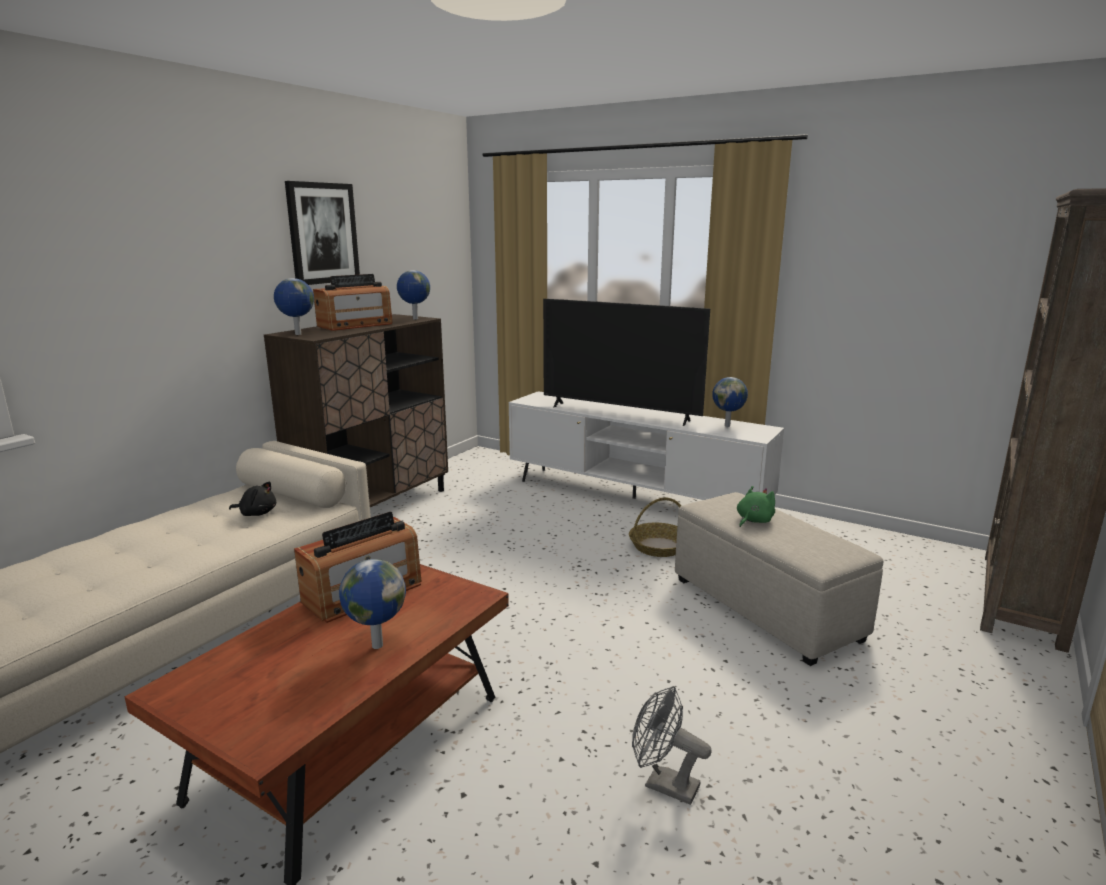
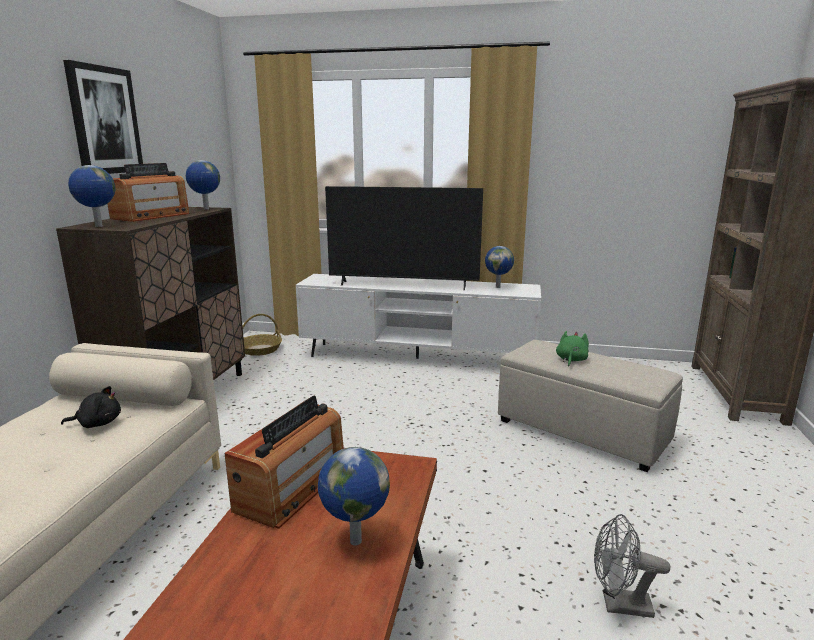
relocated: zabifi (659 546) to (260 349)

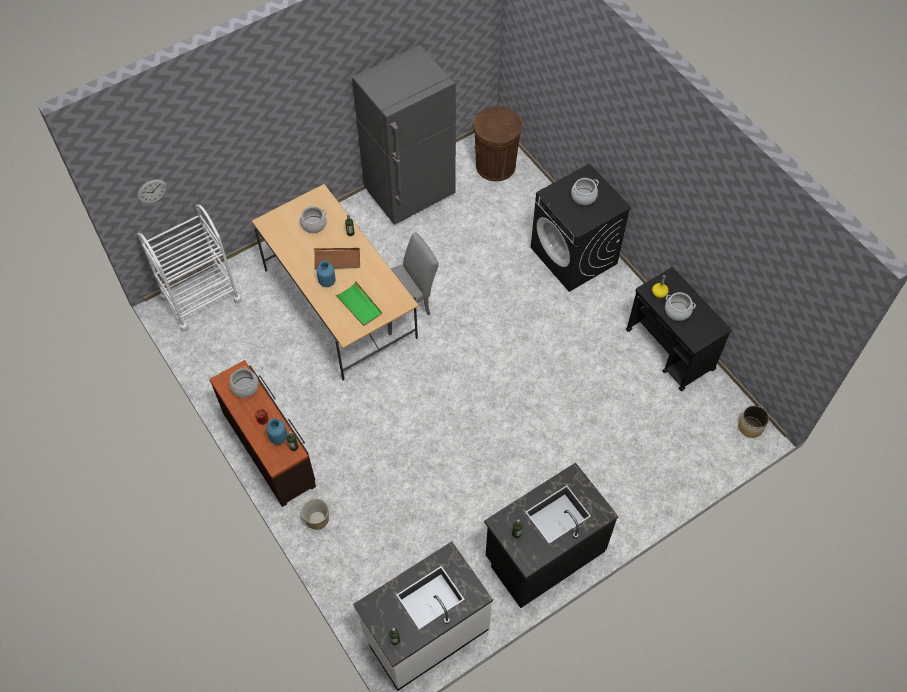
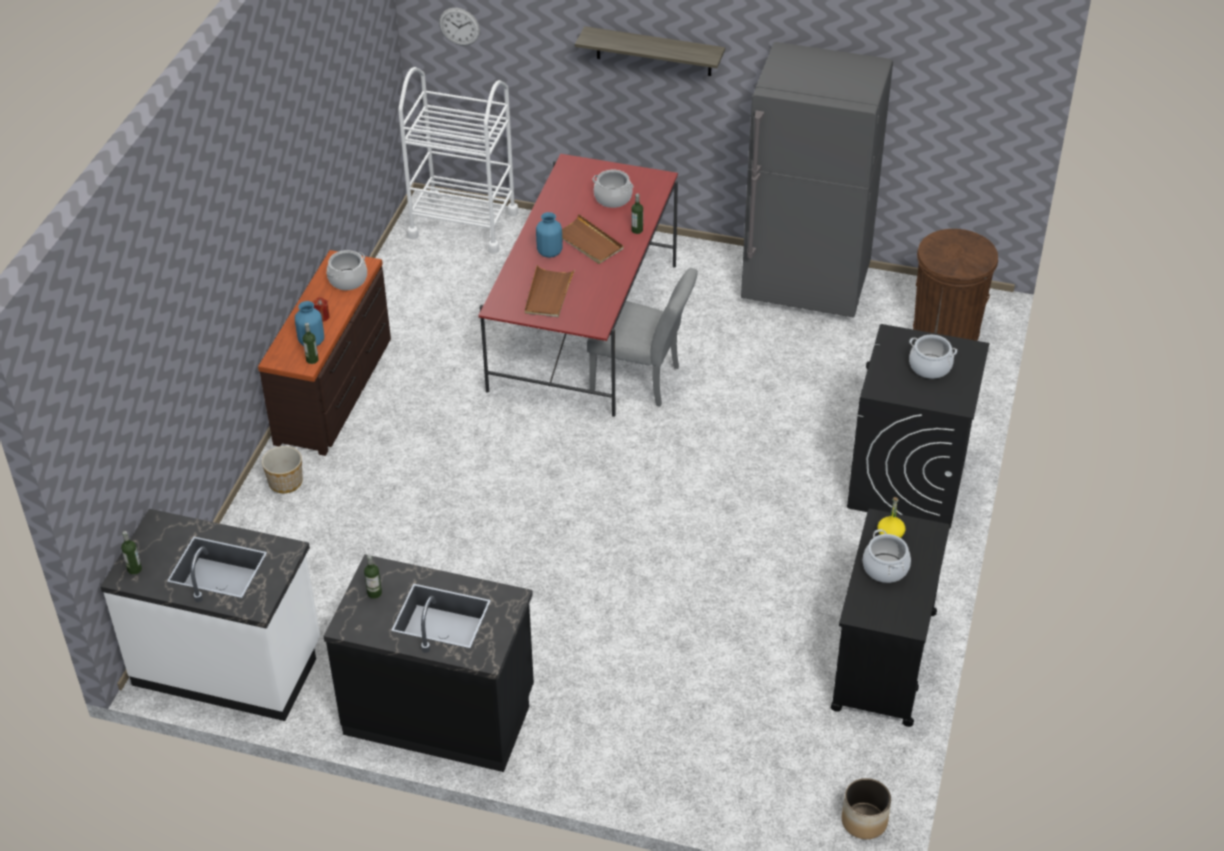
appeared: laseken (654 51)
colour: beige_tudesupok (340 303) to red_tudesupok (584 326); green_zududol (359 305) to brown_zududol (548 294)

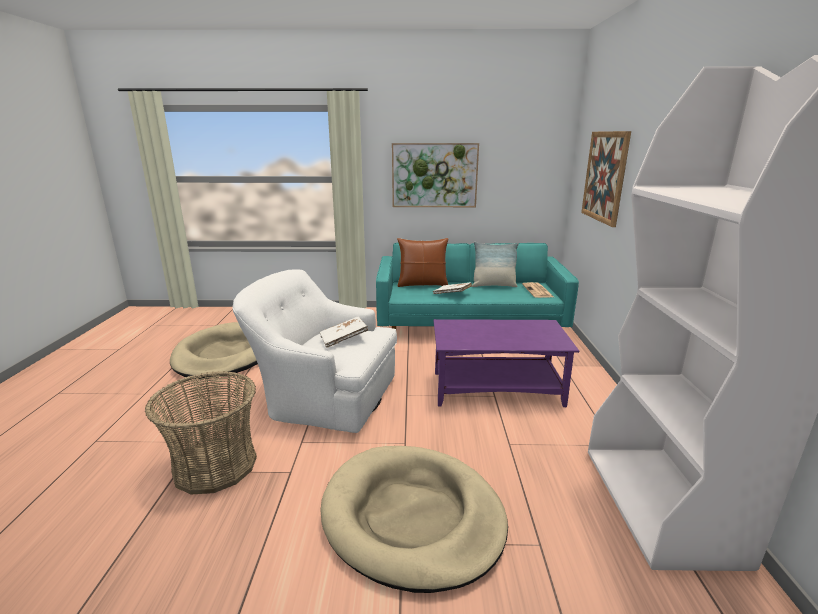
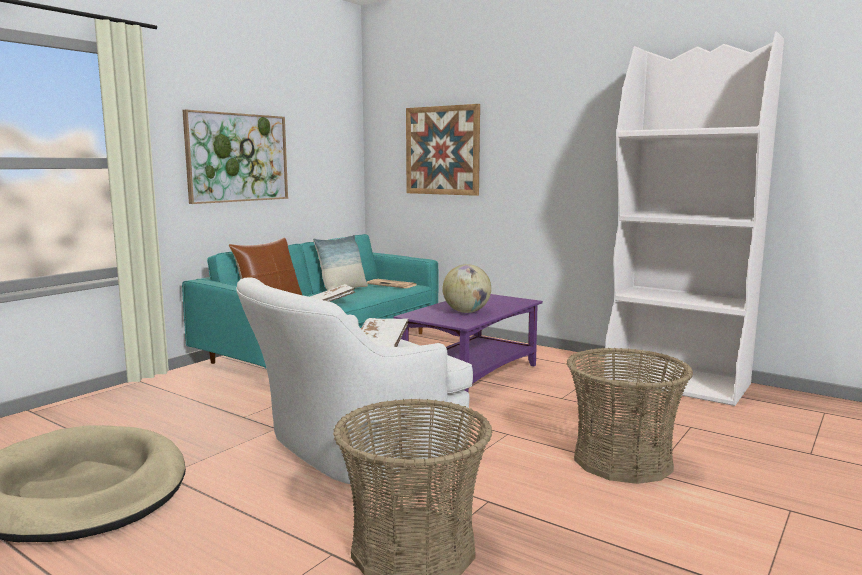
appeared: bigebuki (466 312)
exchanged: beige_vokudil (412 517) to zabifi (623 460)

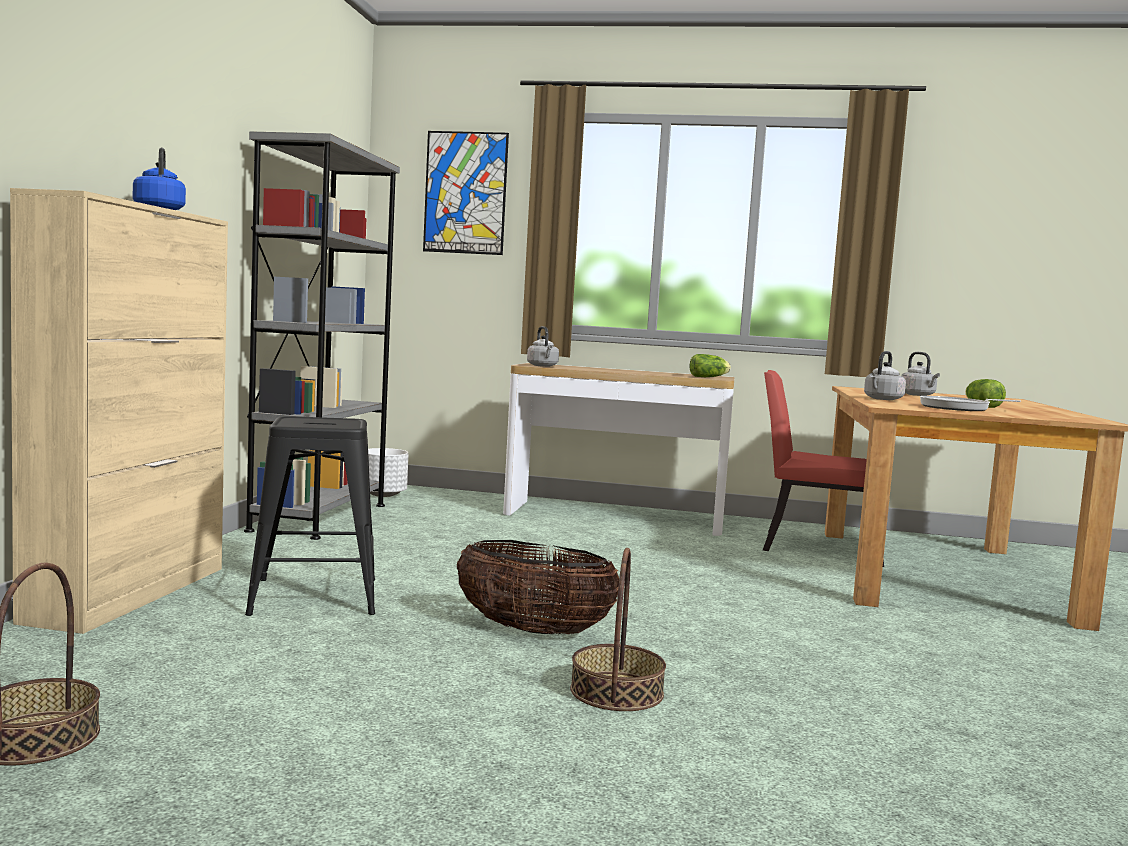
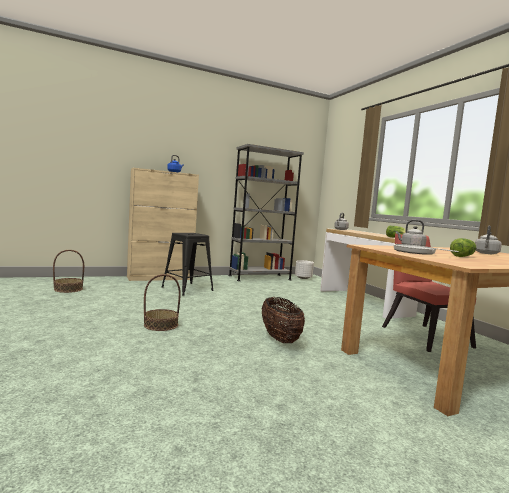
missing: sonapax (465 193)
relocated: zabifi (533 630) to (280 338)

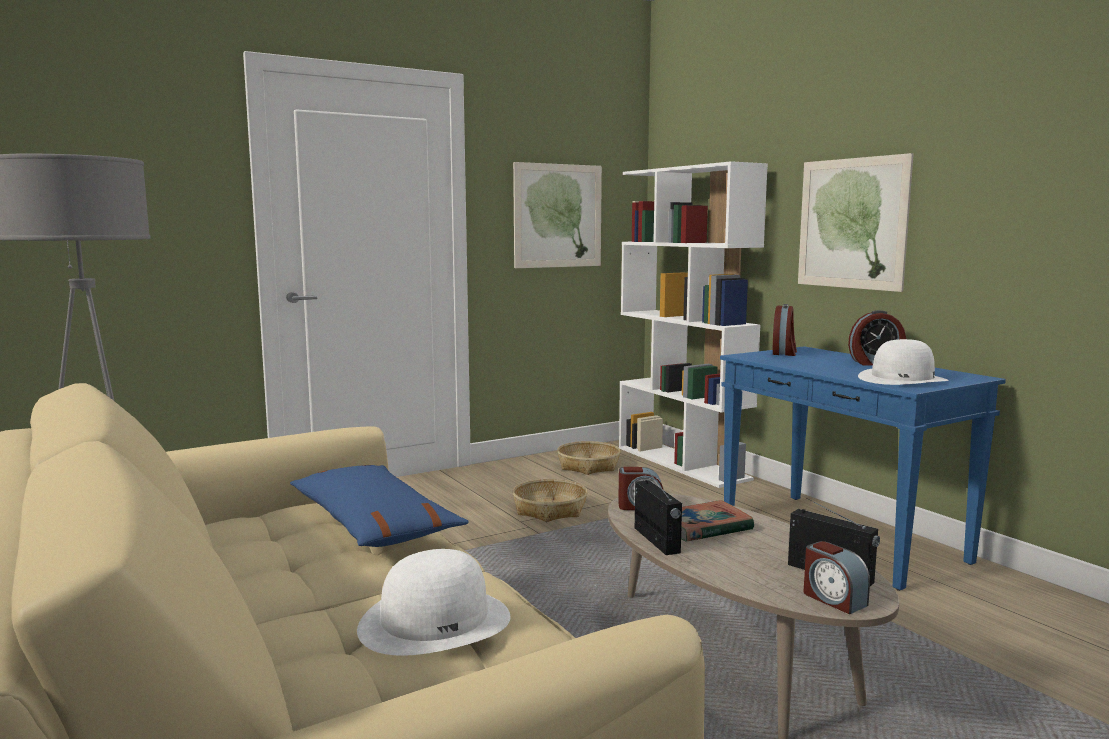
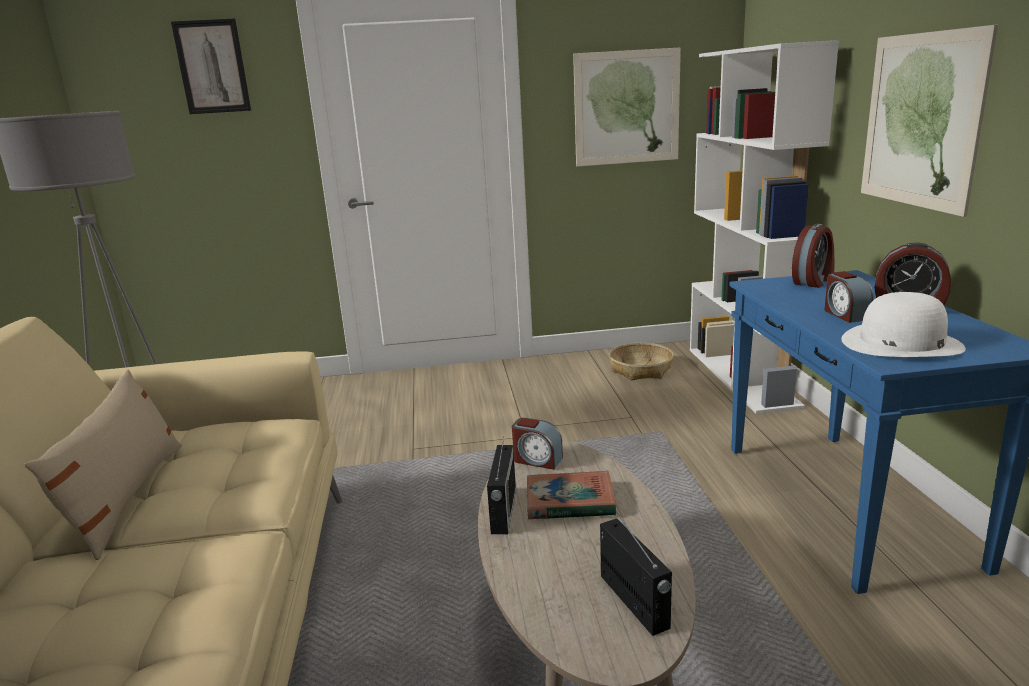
missing: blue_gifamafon (373 524); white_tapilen (435 621); zabifi (550 510)
appeared: beige_gifamafon (126 497); sonapax (212 67)
relocated: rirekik (833 599) to (845 314)

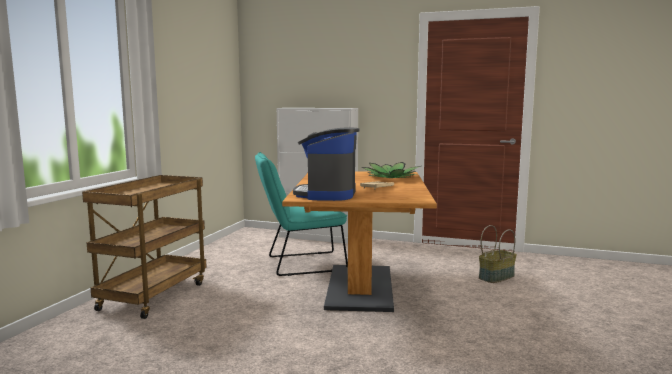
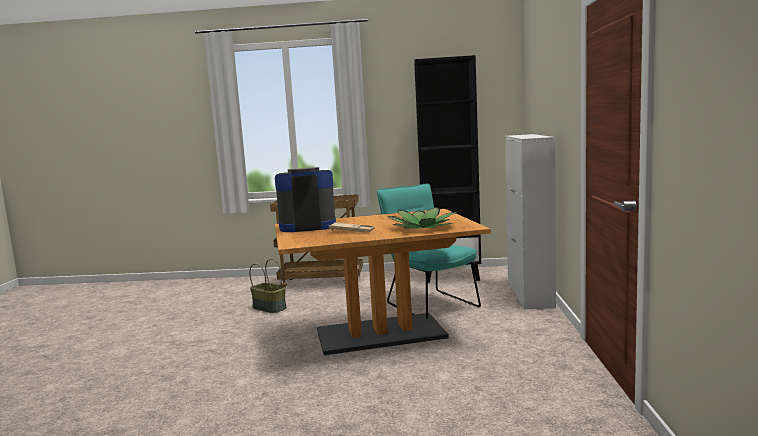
appeared: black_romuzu (452 275)
relocated: zabifi (496 277) to (270 308)

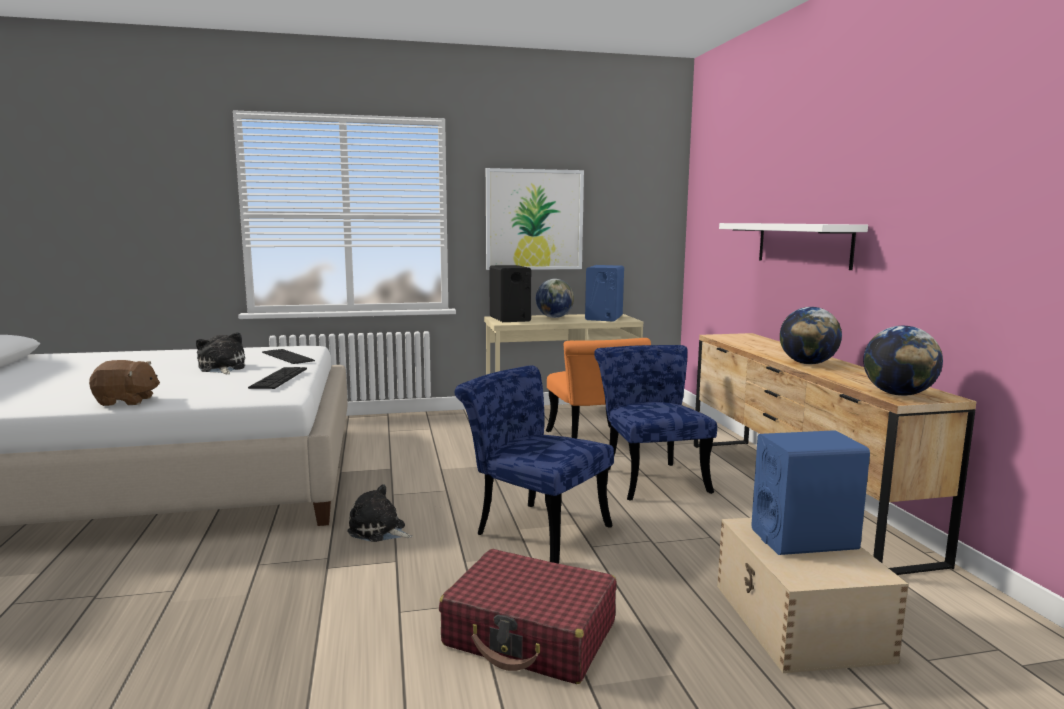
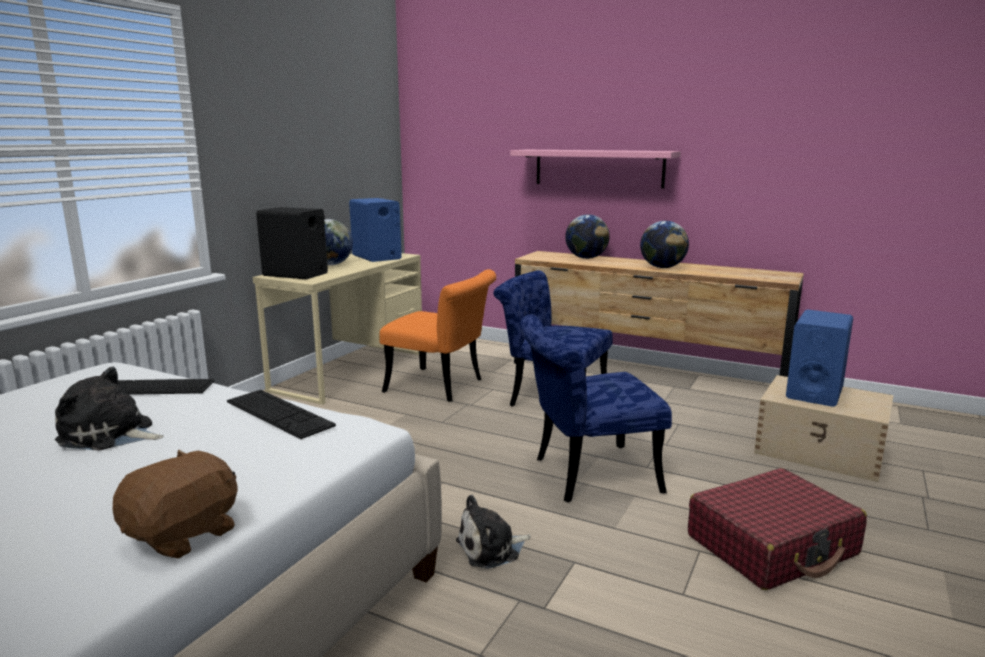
missing: sonapax (534 220)
relocated: bigebuki (898 394) to (586 258)
colour: white_laseken (803 244) to pink_laseken (598 168)

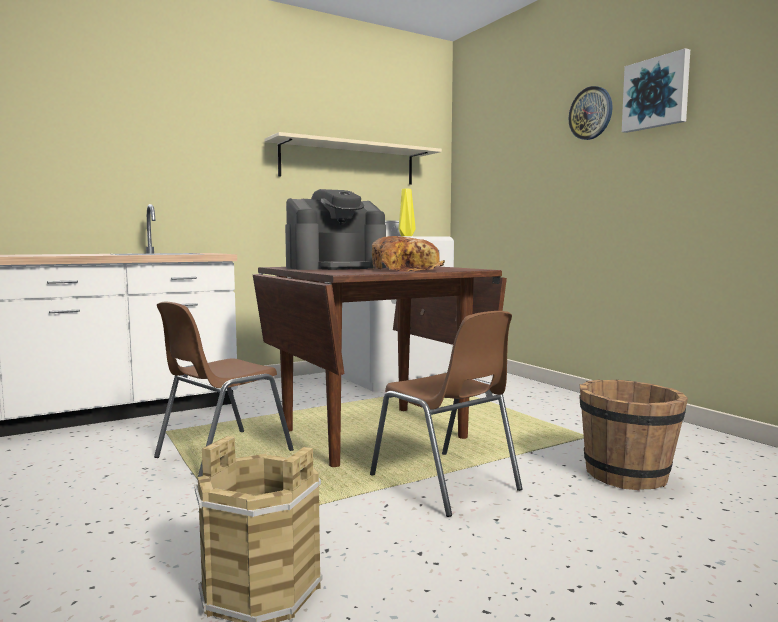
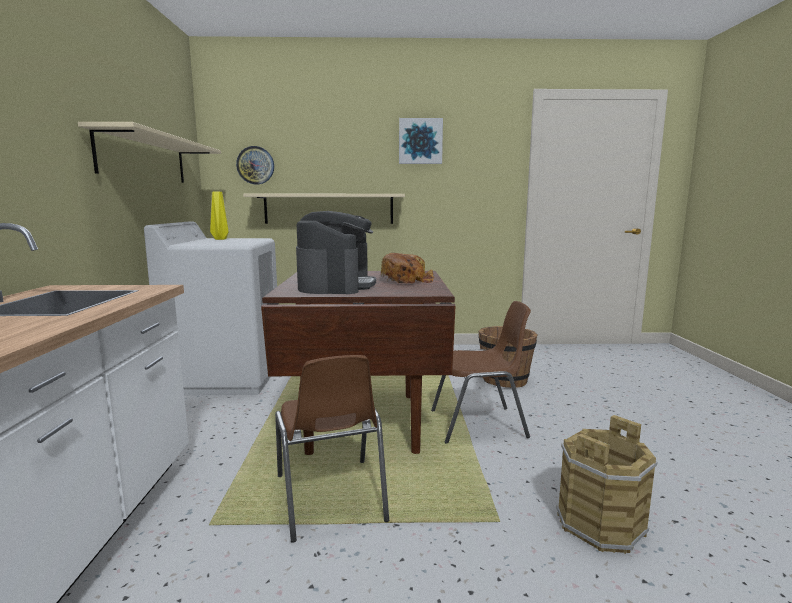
appeared: beige_laseken (328 209)
relocated: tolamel (591 113) to (255 165)

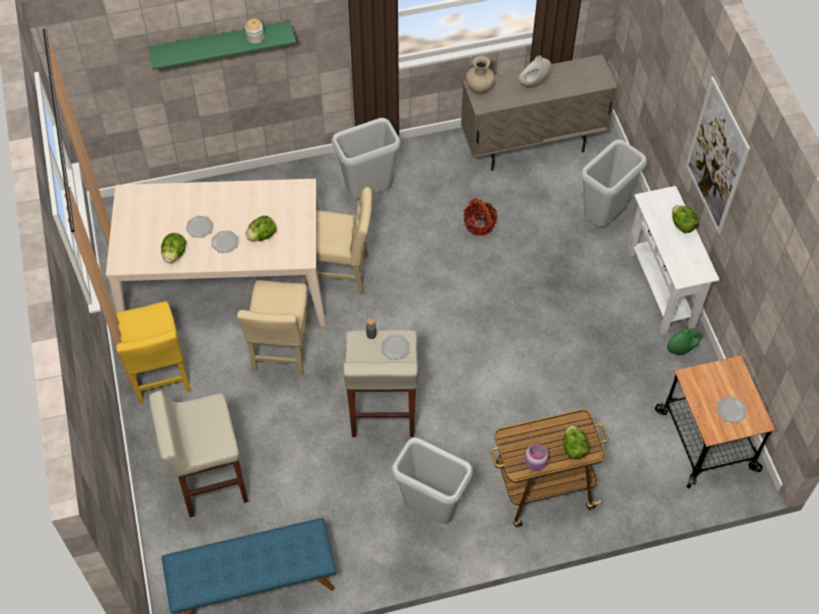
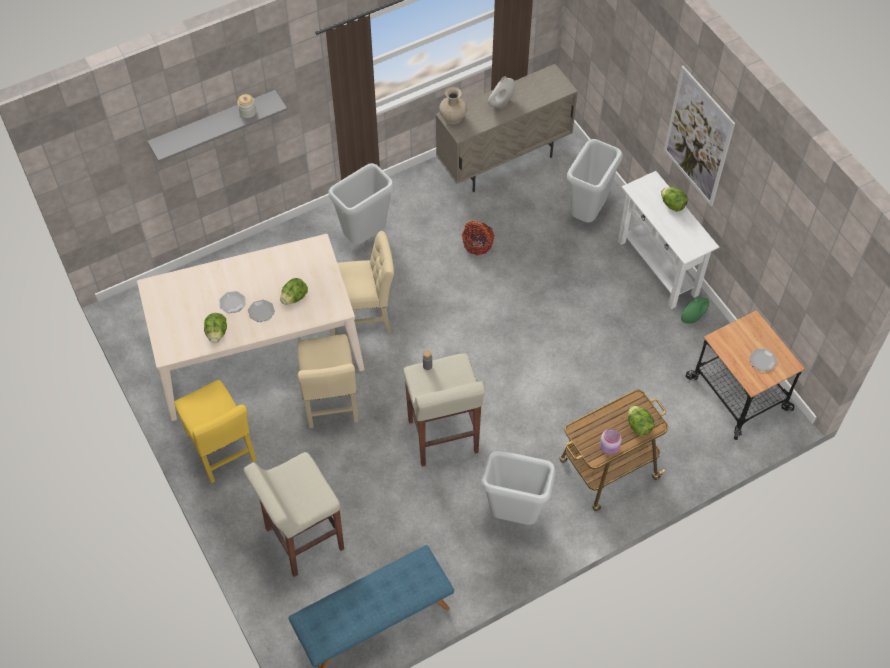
missing: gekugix (395 347)
colour: green_laseken (221 44) to grey_laseken (214 125)

